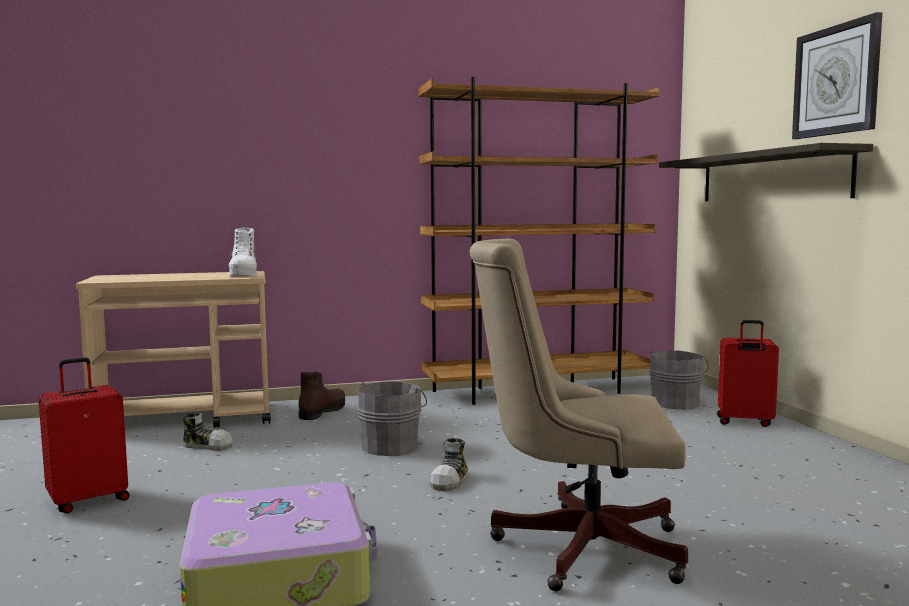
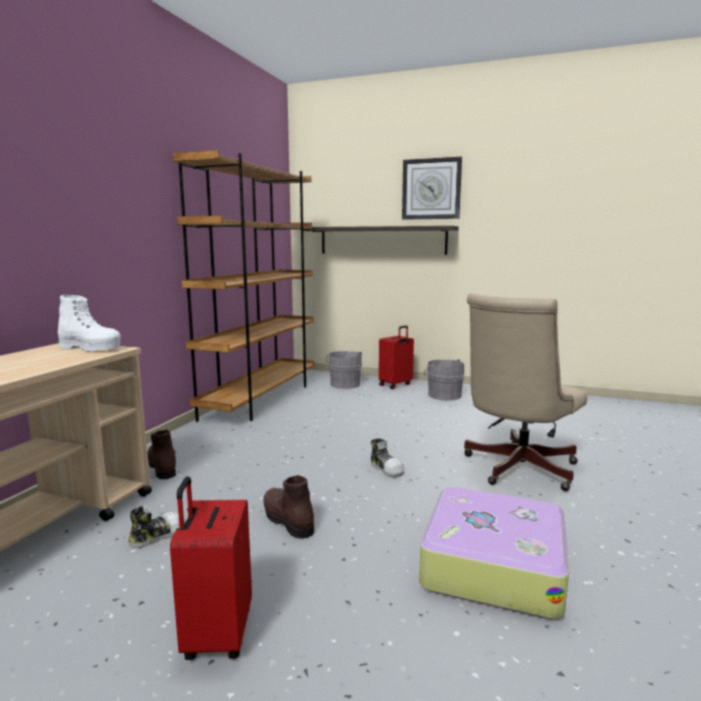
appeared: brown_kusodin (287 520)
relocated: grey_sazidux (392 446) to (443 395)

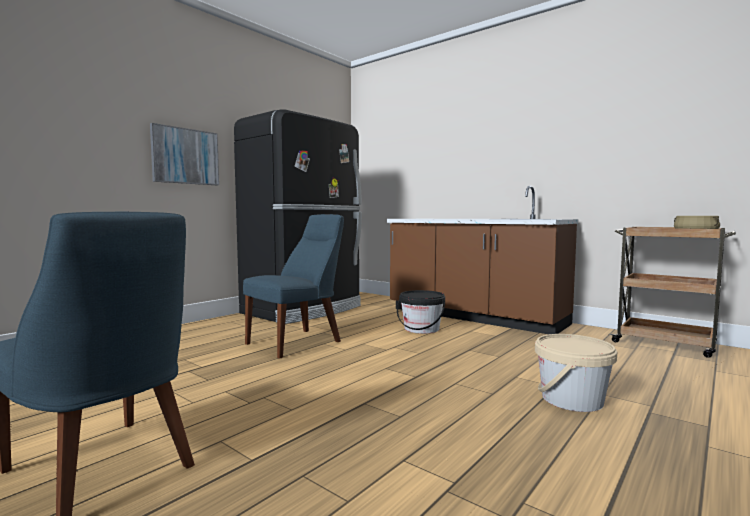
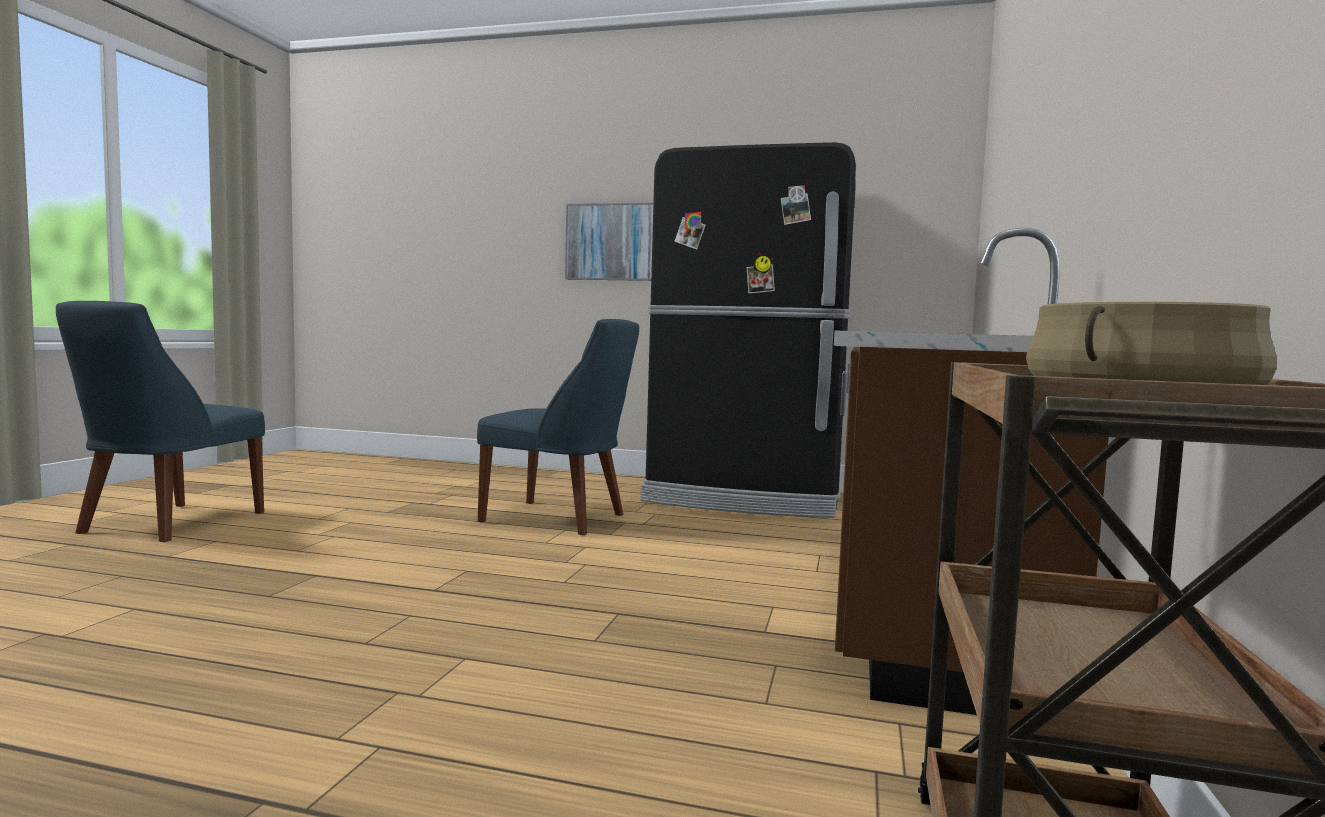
missing: black_sazidux (421 329); beige_sazidux (572 399)

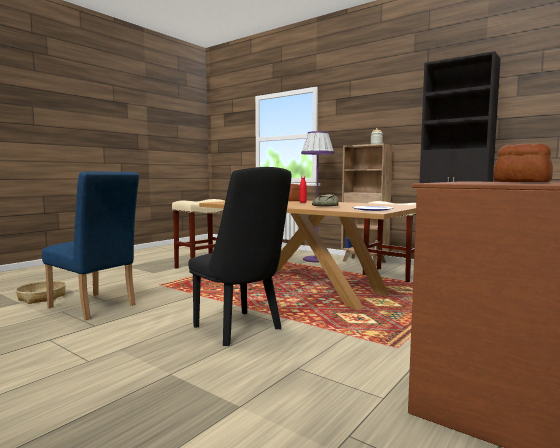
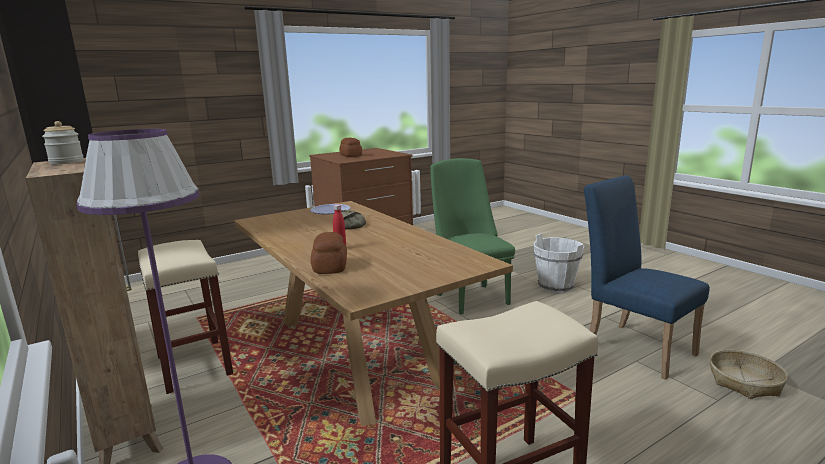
appeared: white_sazidux (555 286)
colour: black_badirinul (241 330) to green_badirinul (469 296)

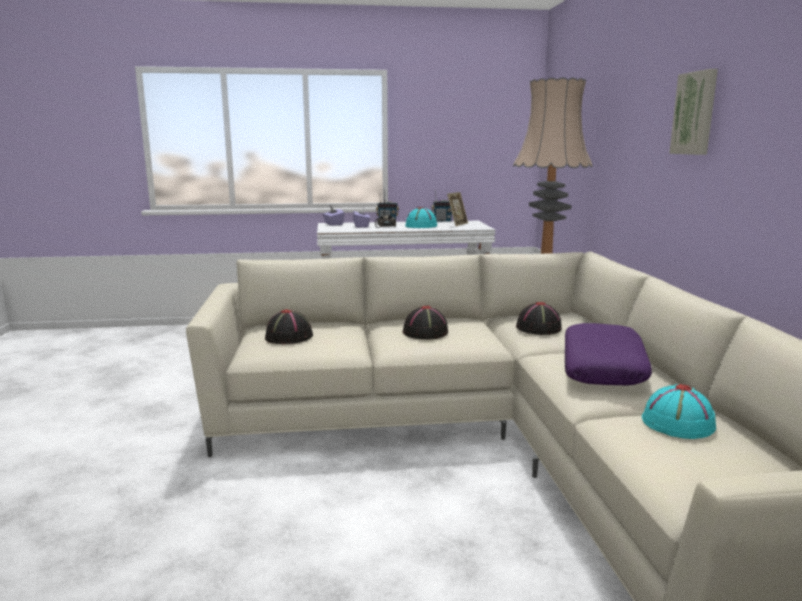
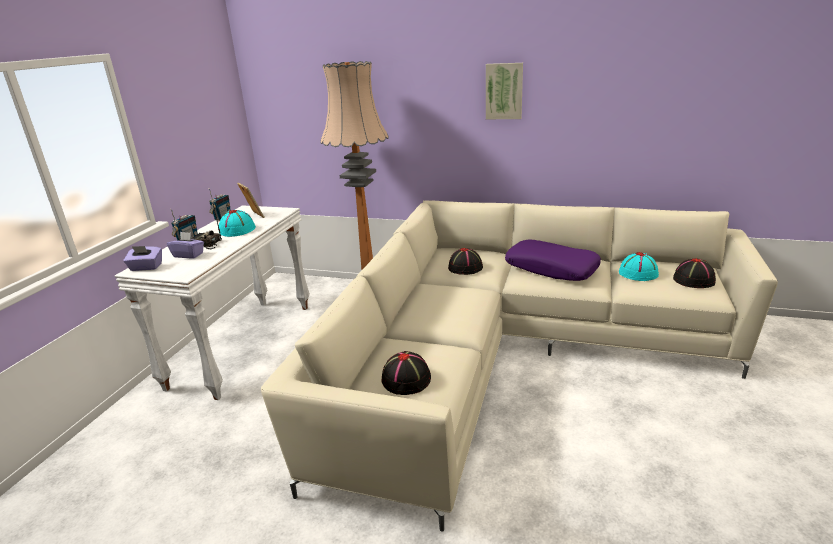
relocated: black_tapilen (425 333) to (694 280)

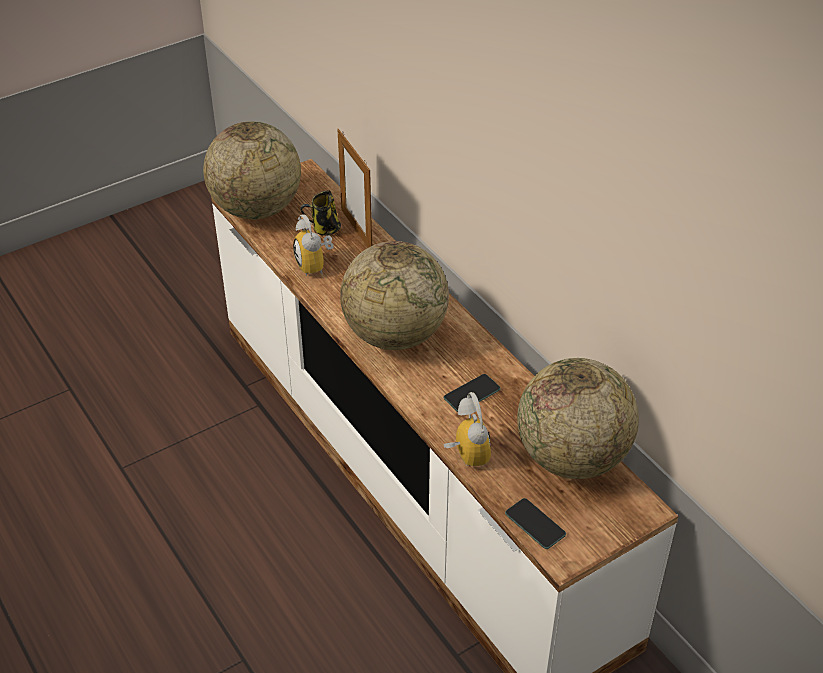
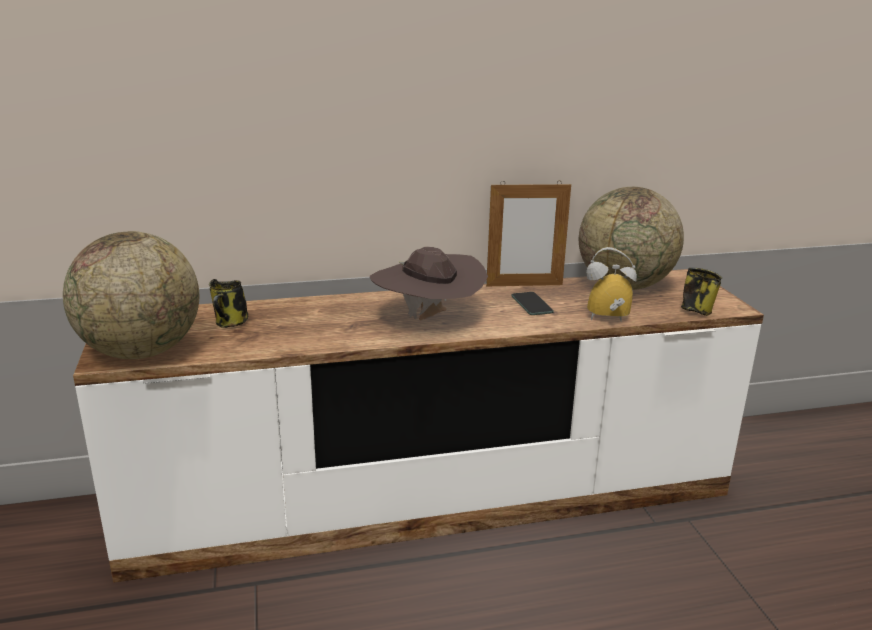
missing: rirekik (316 266)
relocated: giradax (356 230) to (524 285)
exchanged: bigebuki (394 334) to brown_tapilen (428 320); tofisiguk (535 524) to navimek (696 310)

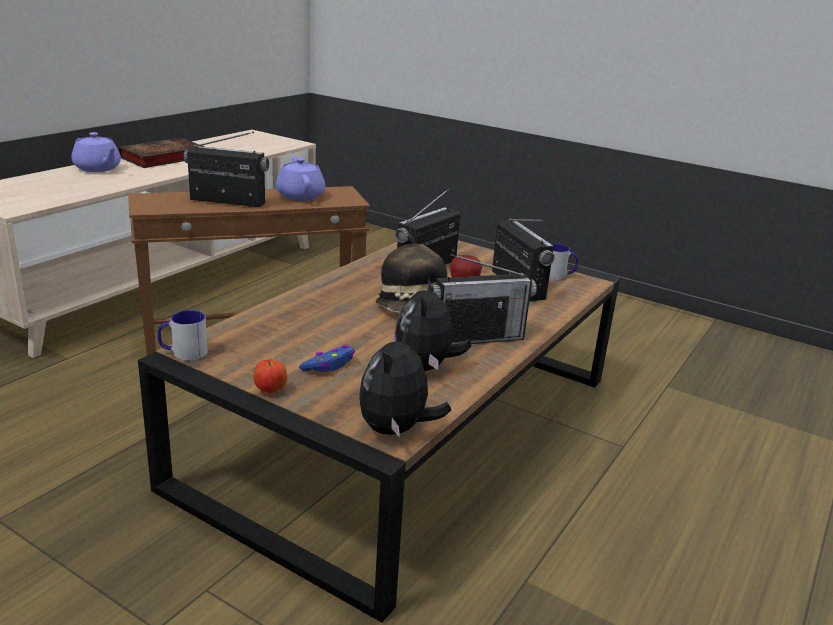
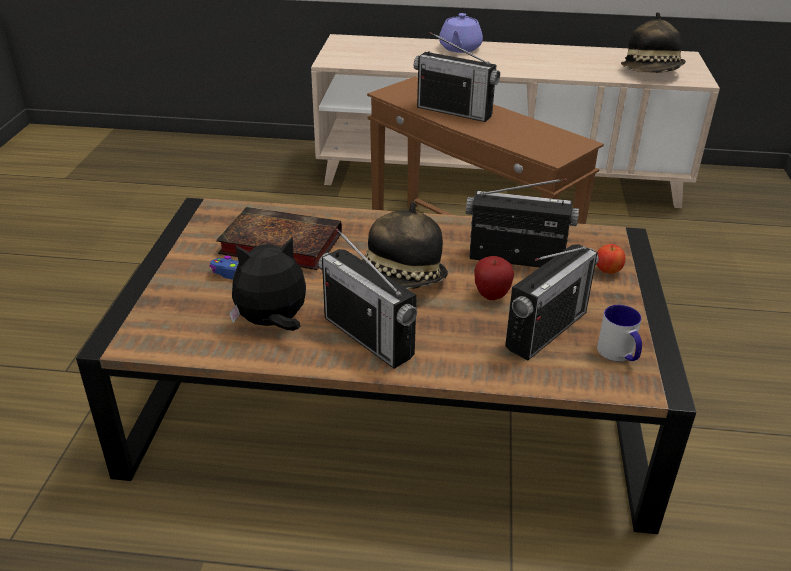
missing: navimek (183 353); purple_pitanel (300 195); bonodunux (396 430)
appeared: tapilen (652 72)
relocated: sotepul (162 158) to (277 244); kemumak (270 390) to (607 271)
spun: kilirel (227 202) = (454 111) 135 degrees clockwise

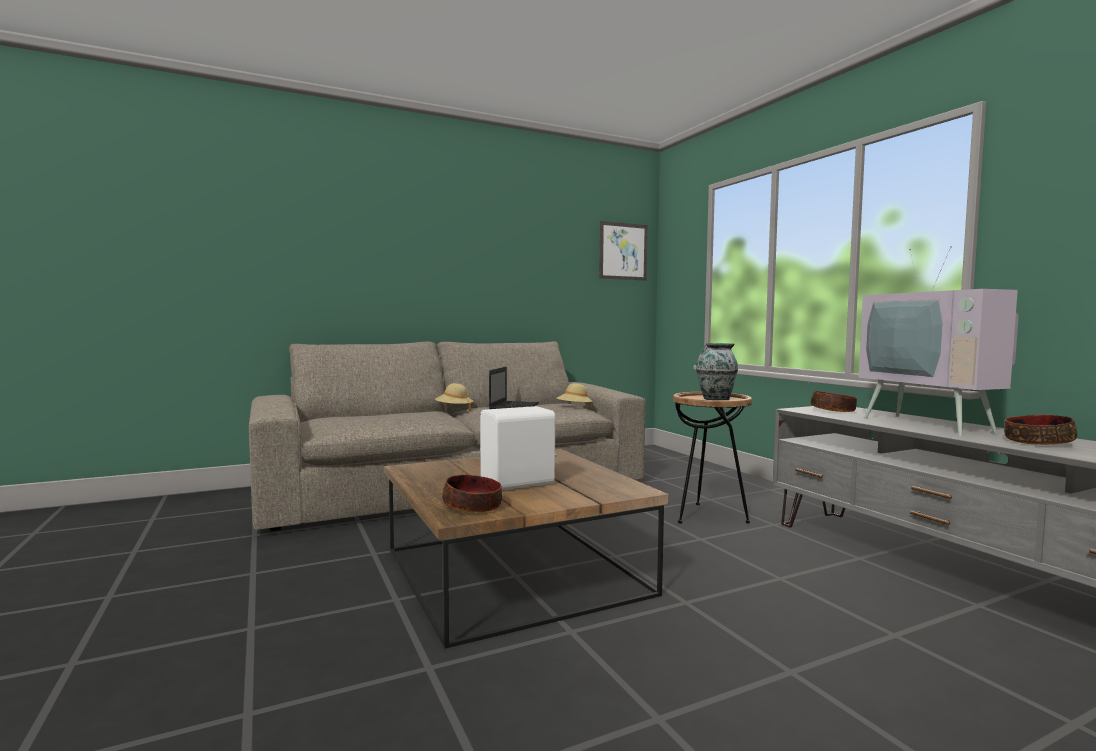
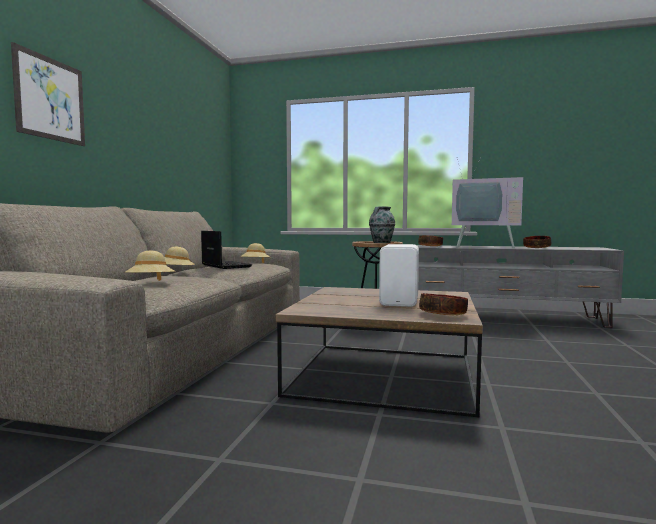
appeared: beige_tapilen (151 283)
relocated: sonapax (623 251) to (50 99)

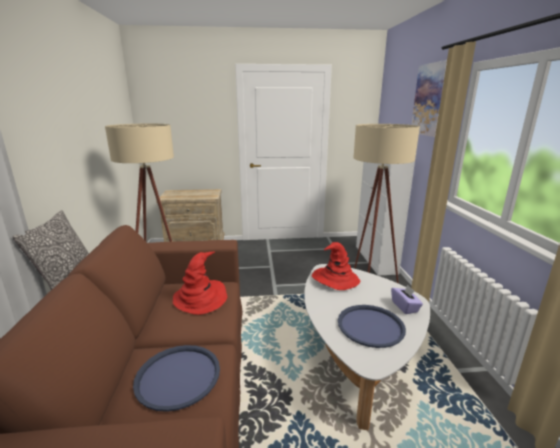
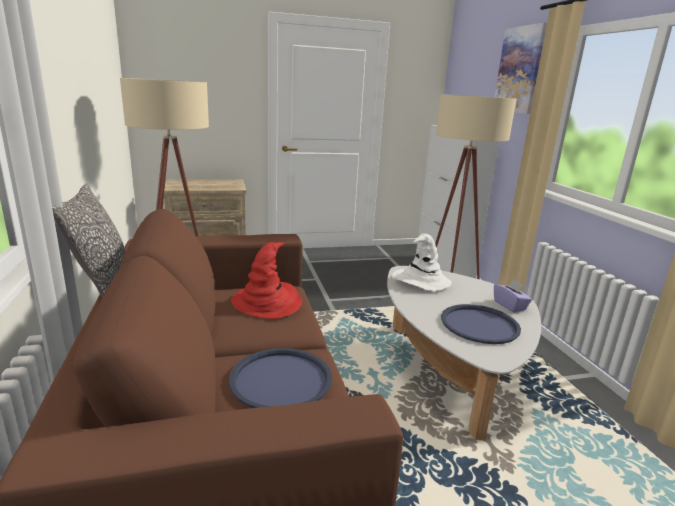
colour: red_tapilen (334 279) to white_tapilen (420 281)

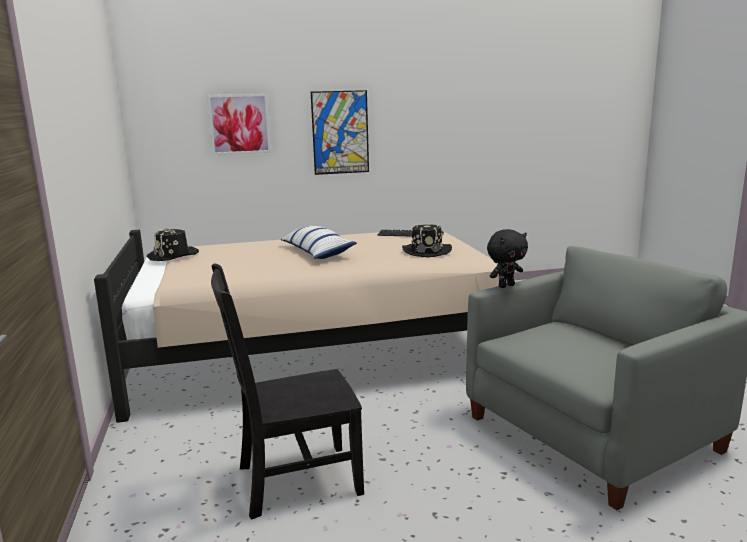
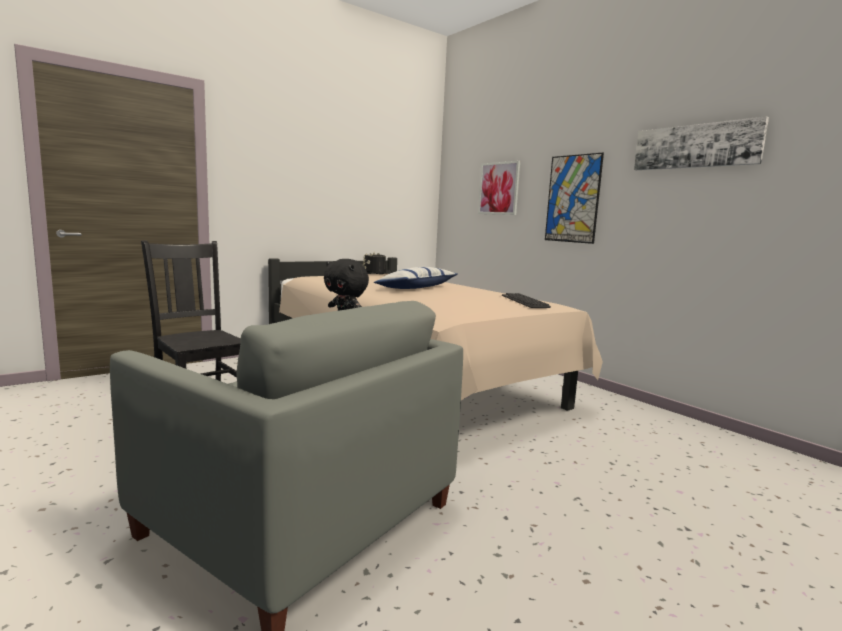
missing: black_tapilen (427 251)
appeared: sonapax (696 146)

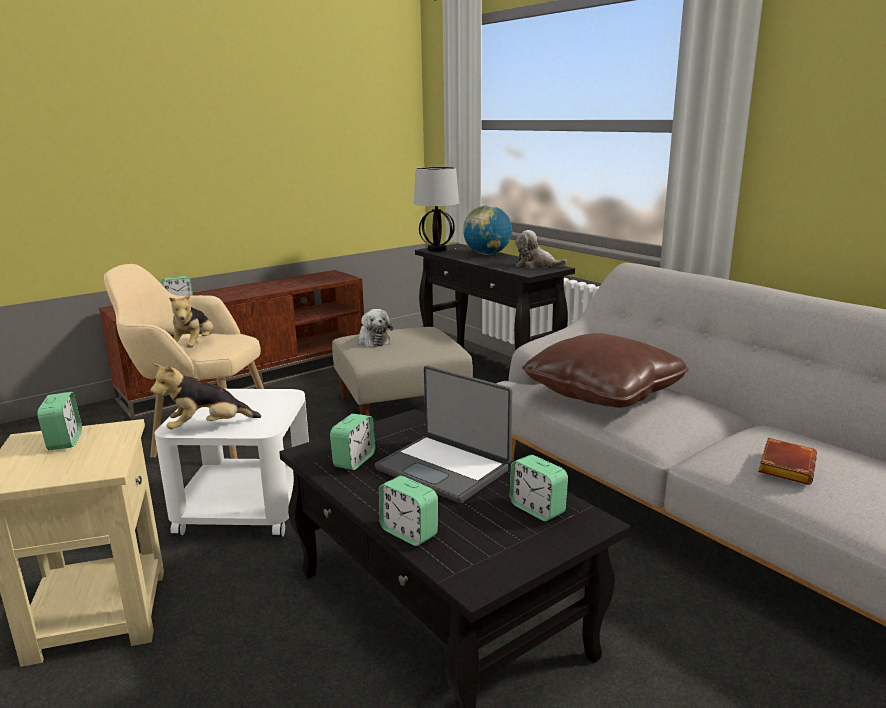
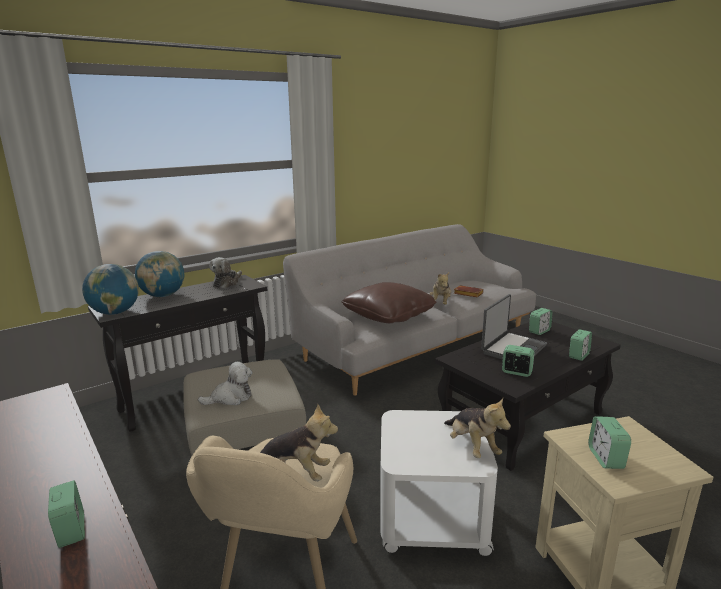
appeared: bonodunux (441 303)
exchanged: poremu (437 249) to bigebuki (115 313)
spun: rirekik (65 441) = (606 458) 75 degrees counterclockwise

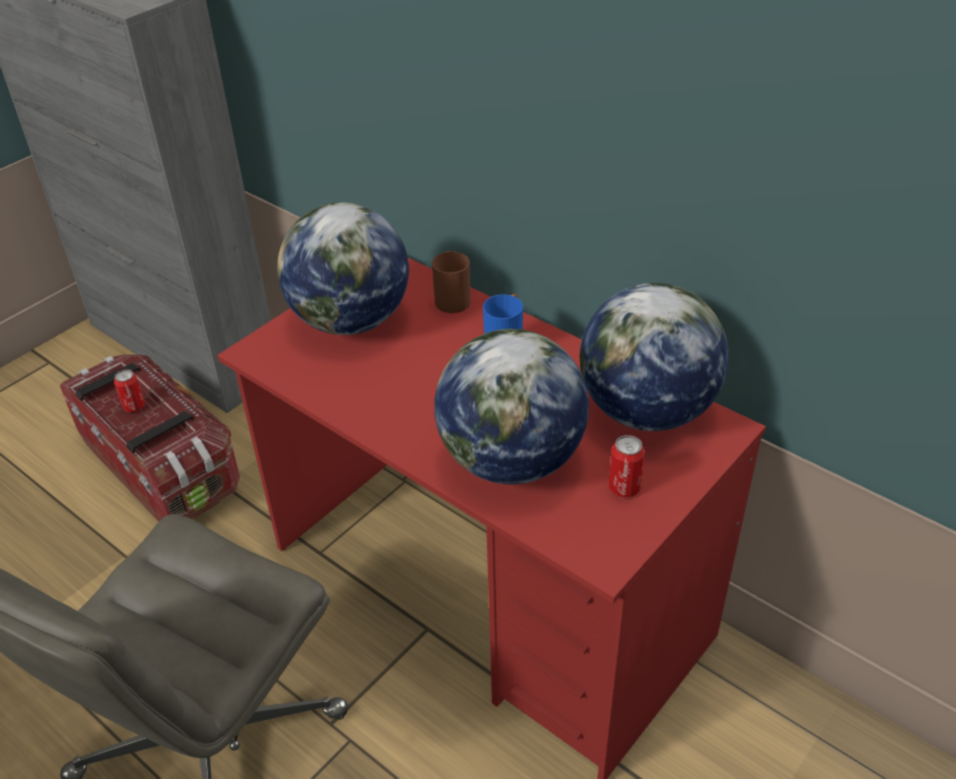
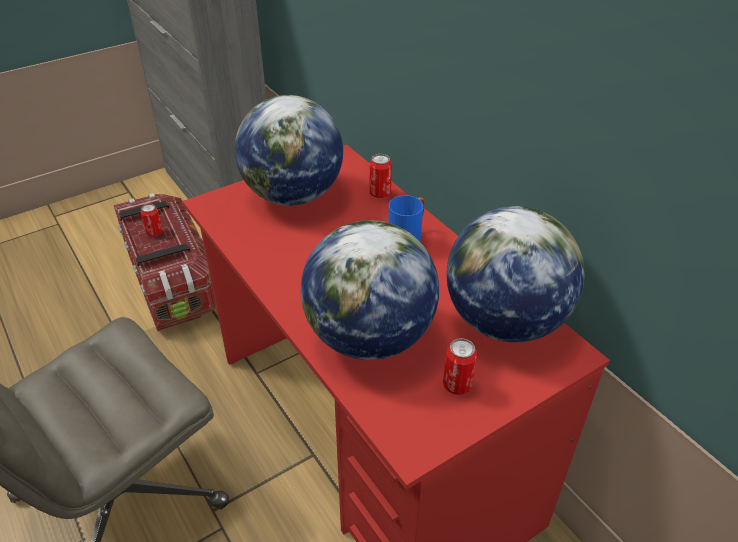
exchanged: brown_navimek (451 298) to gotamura (380 193)

